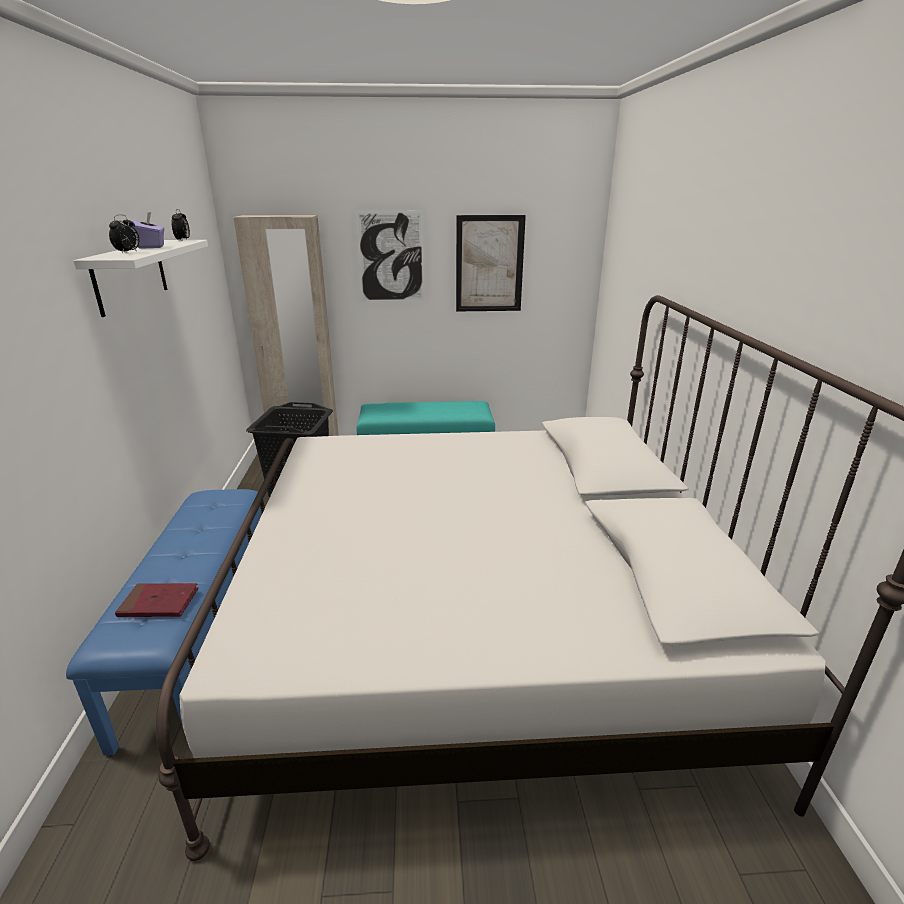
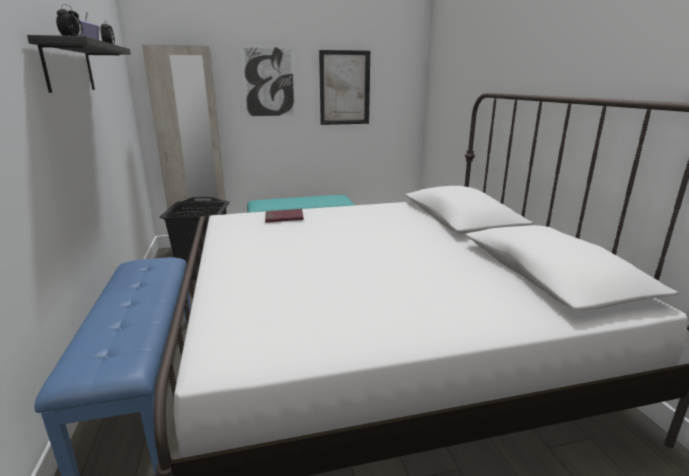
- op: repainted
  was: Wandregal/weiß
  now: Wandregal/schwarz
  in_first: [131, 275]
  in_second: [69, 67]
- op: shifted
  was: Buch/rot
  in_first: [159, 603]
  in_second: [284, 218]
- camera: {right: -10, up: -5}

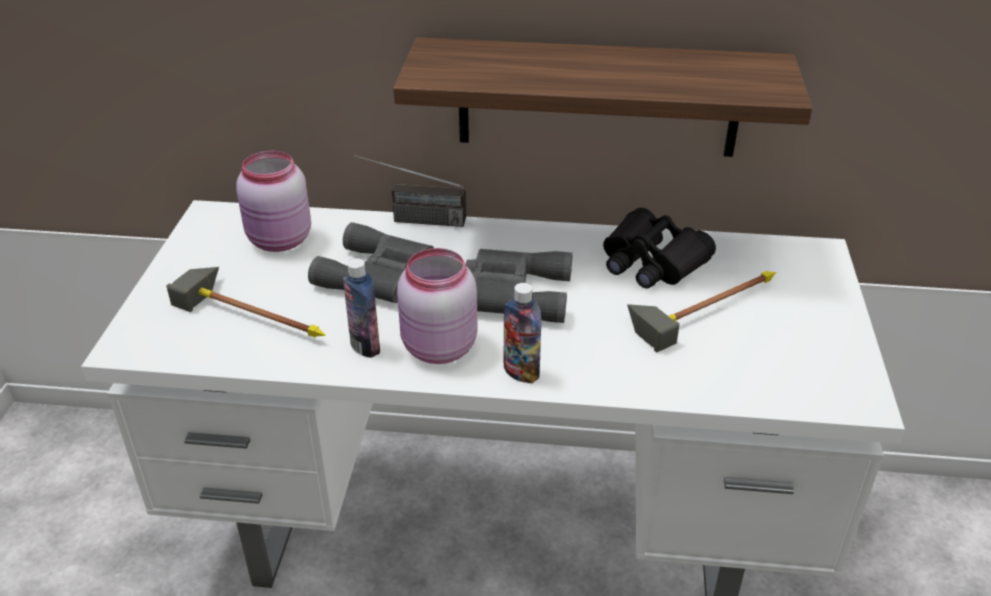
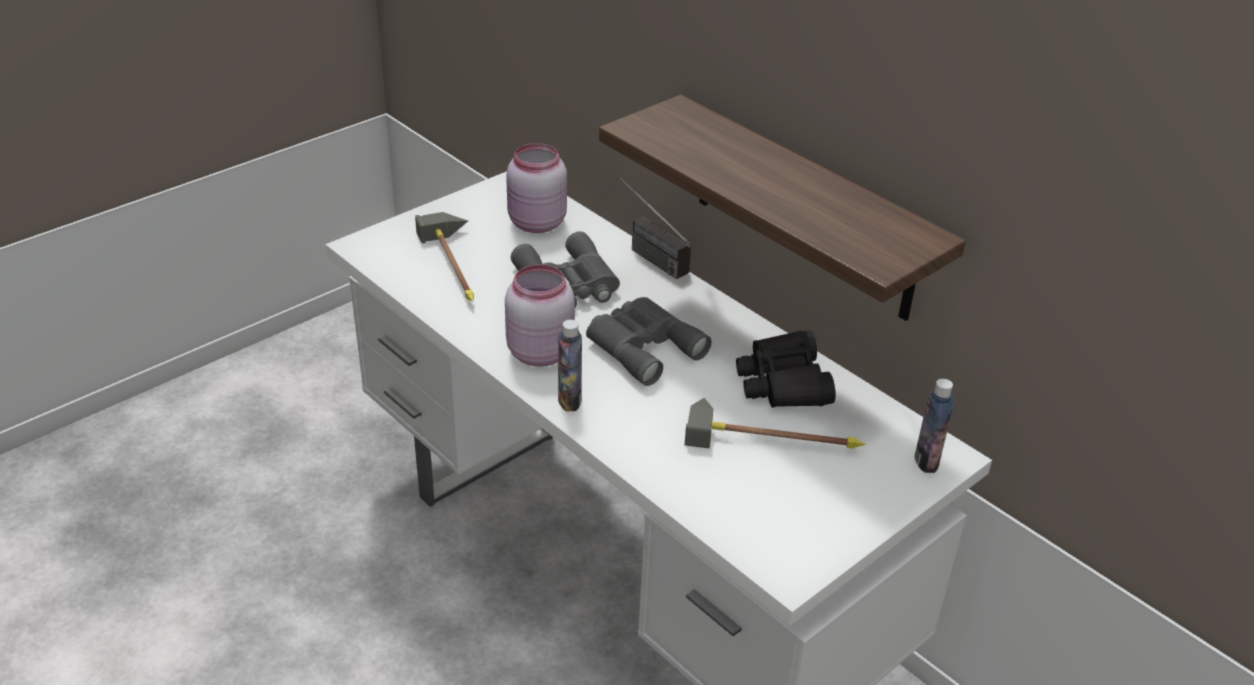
- op: shifted
  was: Flasche
  in_first: [365, 346]
  in_second: [926, 460]
- camera: {right: 40, up: 0}

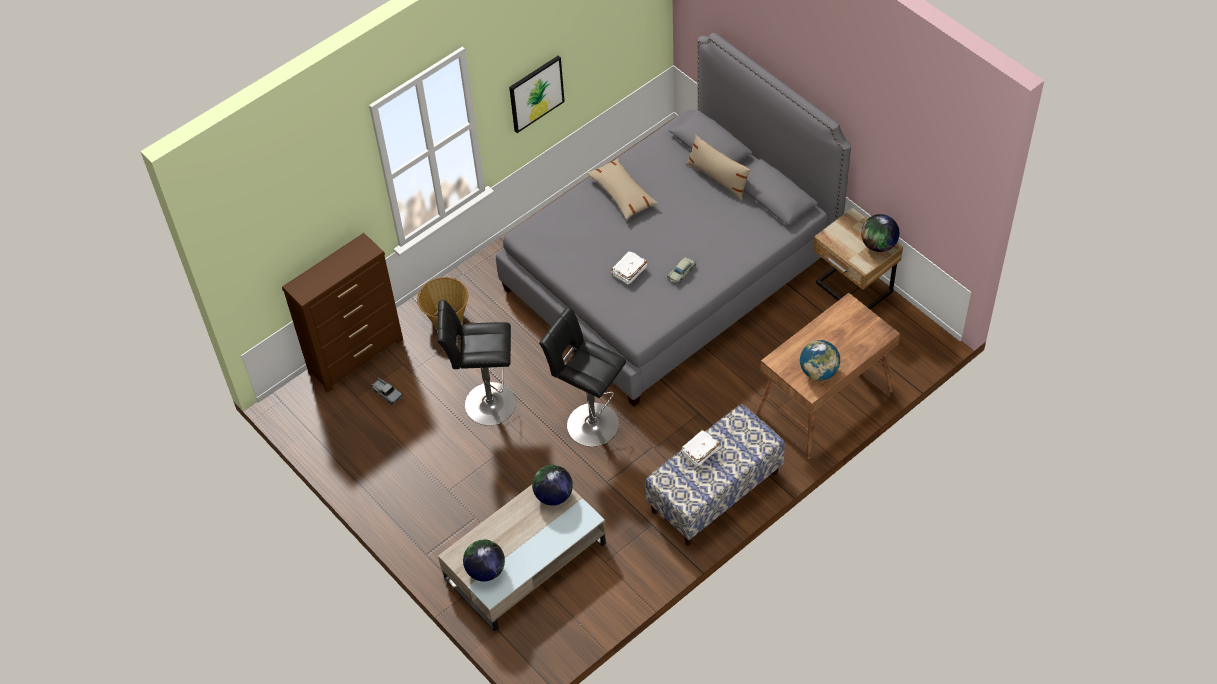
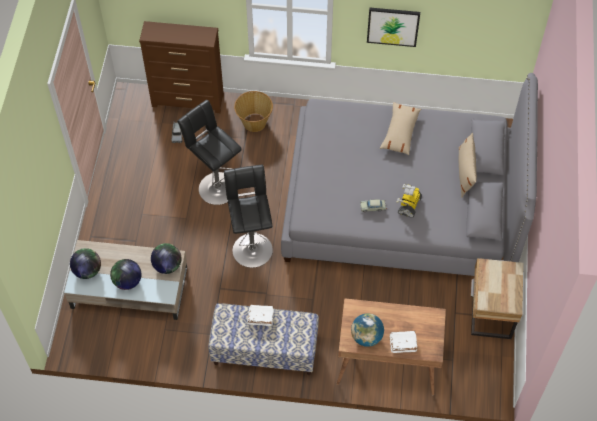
- op: shifted
  was: Globus
  in_first: [878, 245]
  in_second: [127, 281]
- op: shifted
  was: Buch/weiß
  in_first: [628, 272]
  in_second: [402, 344]
- op: new
  now: Spielzeugroboter
  in_second: [409, 205]
- camera: {right: 45, up: 5}

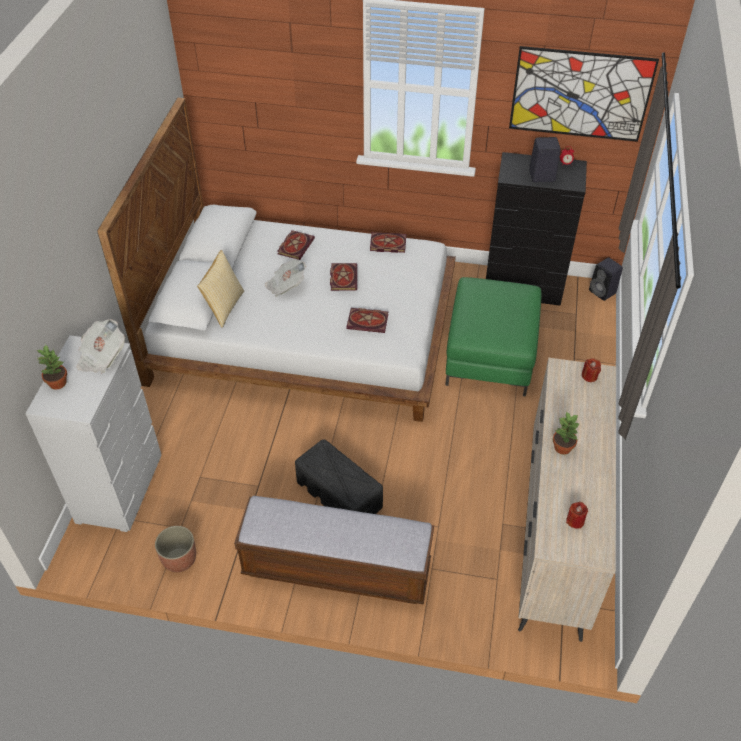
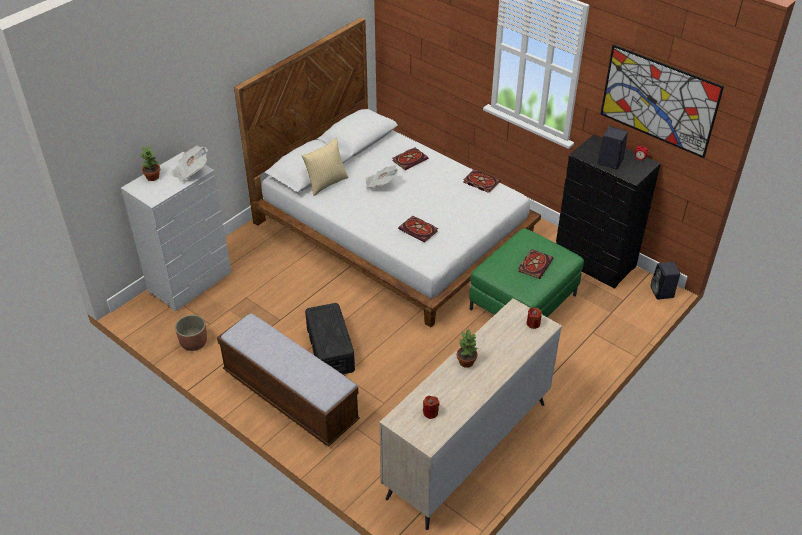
- op: shifted
  was: Buch
  in_first: [343, 277]
  in_second: [535, 264]
- camera: {right: 30, up: -5}

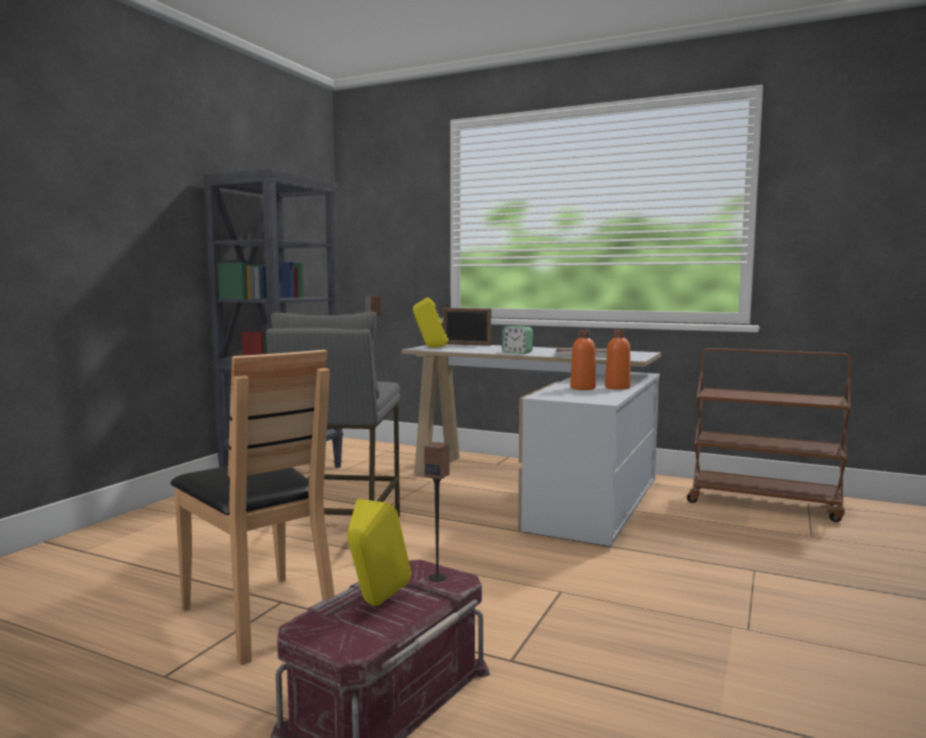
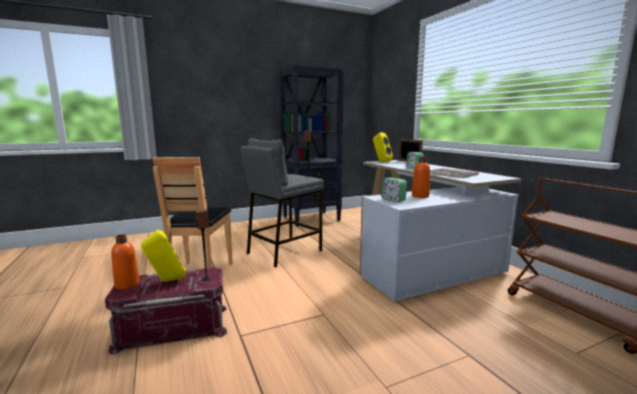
- op: shifted
  was: Flasche/orange
  in_first: [617, 387]
  in_second: [127, 284]
- op: new
  now: Wecker
  in_second: [393, 200]
- camera: {right: 40, up: 5}

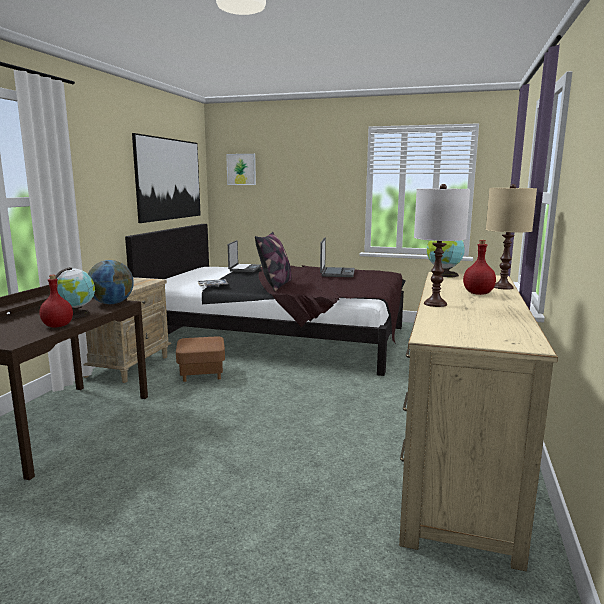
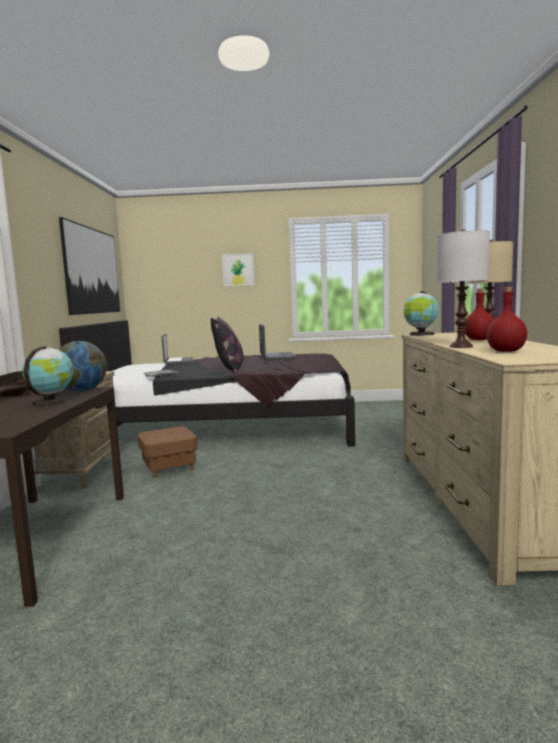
- op: shifted
  was: Bild
  in_first: [241, 169]
  in_second: [238, 269]
- op: shifted
  was: Flasche/rot
  in_first: [58, 326]
  in_second: [506, 351]
- camera: {right: -15, up: -5}

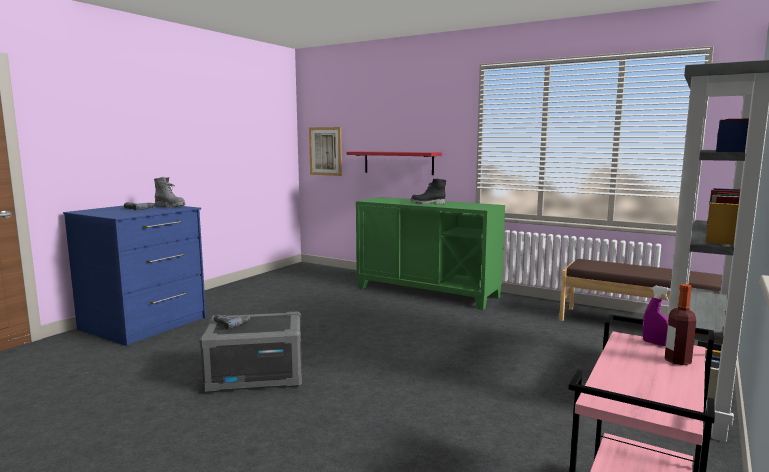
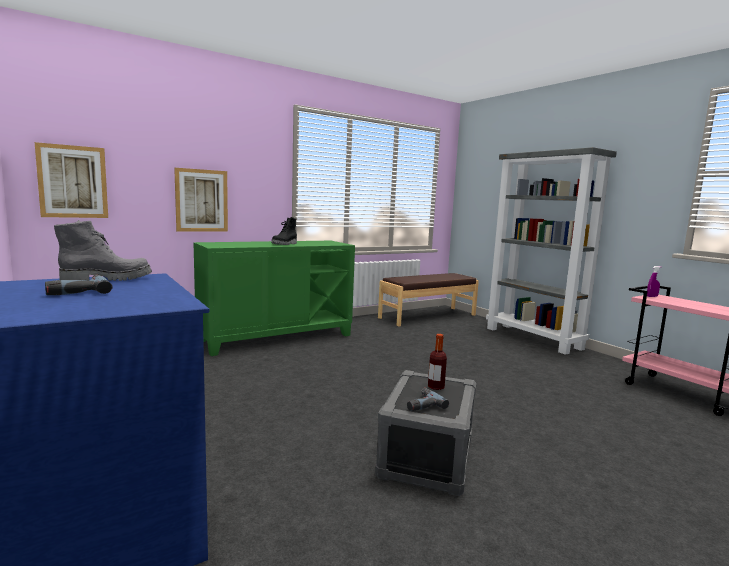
- op: swapped
  was: Wandregal/rot
  now: Bild
  in_first: [398, 162]
  in_second: [201, 200]
- op: shifted
  was: Flasche
  in_first: [677, 361]
  in_second: [436, 387]
- camera: {right: -65, up: 0}

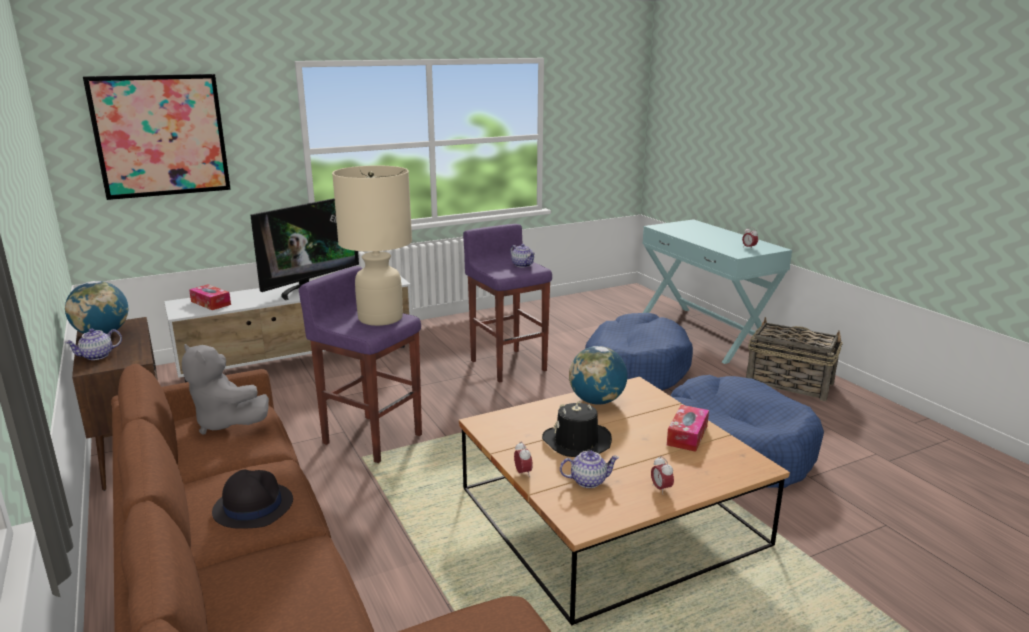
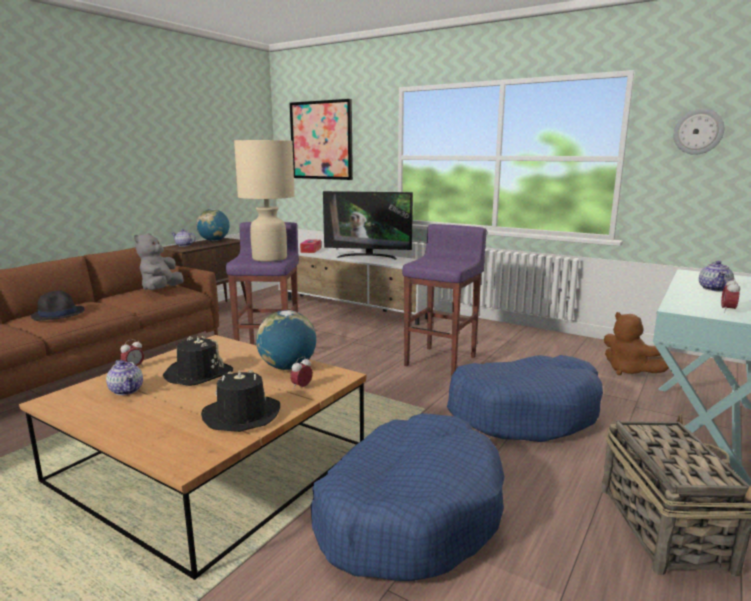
- op: shifted
  was: Teekanne
  in_first: [523, 265]
  in_second: [714, 289]
- op: swapped
  was: Taschentuchbox
  now: Hut/schwarz
  in_first: [687, 435]
  in_second: [241, 415]
- op: shifted
  was: Wecker
  in_first: [661, 489]
  in_second: [301, 387]
- op: new
  now: Wanduhr
  in_second: [698, 131]
- op: new
  now: Plüschtier/braun
  in_second: [628, 371]
- camera: {right: 60, up: -5}

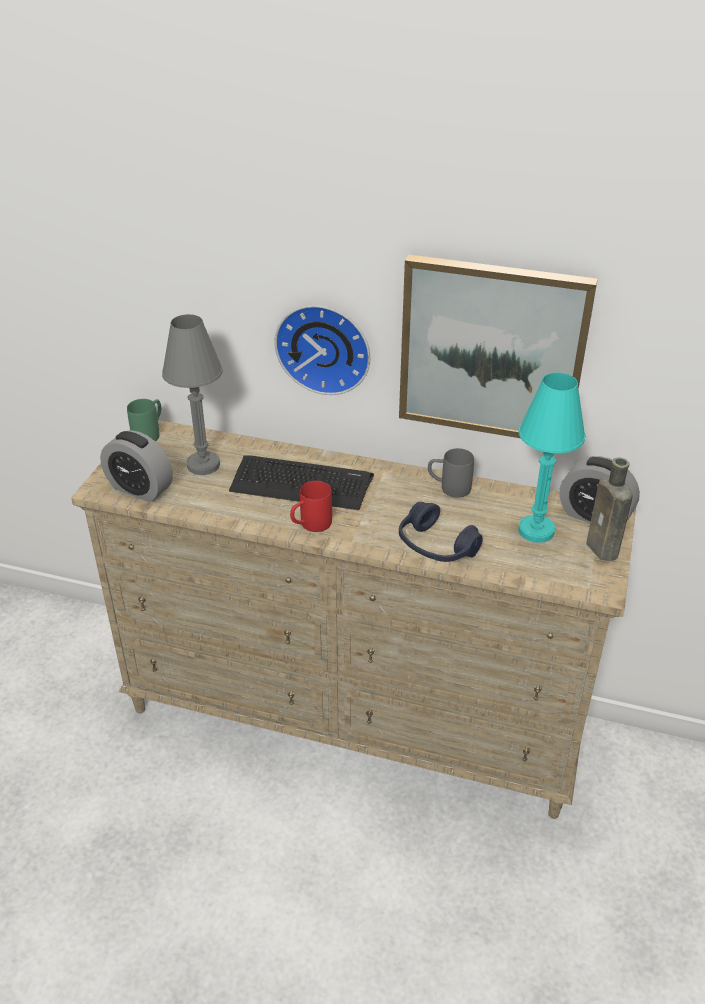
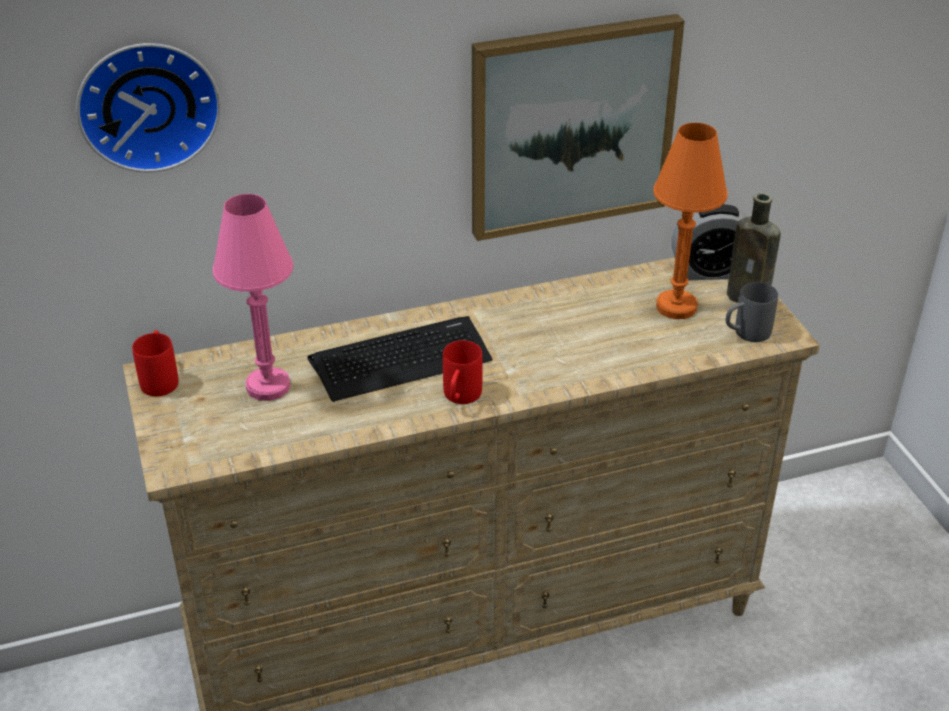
- op: shifted
  was: Wanduhr
  in_first: [324, 347]
  in_second: [148, 104]
- op: repainted
  was: Tischlampe/grau
  now: Tischlampe/rosa
  in_first: [203, 465]
  in_second: [268, 386]
- op: repainted
  was: Tischlampe/türkis
  now: Tischlampe/orange
  in_first: [536, 531]
  in_second: [676, 307]
- op: repainted
  was: Henkelbecher/grün
  now: Henkelbecher/rot
  in_first: [150, 433]
  in_second: [160, 378]
- op: gone
  was: Wecker
  in_first: [140, 489]
- op: shifted
  was: Henkelbecher/grau
  in_first: [448, 488]
  in_second: [745, 334]
- op: gone
  was: Kopfhörer/blau
  in_first: [436, 546]
- camera: {right: -35, up: 0}

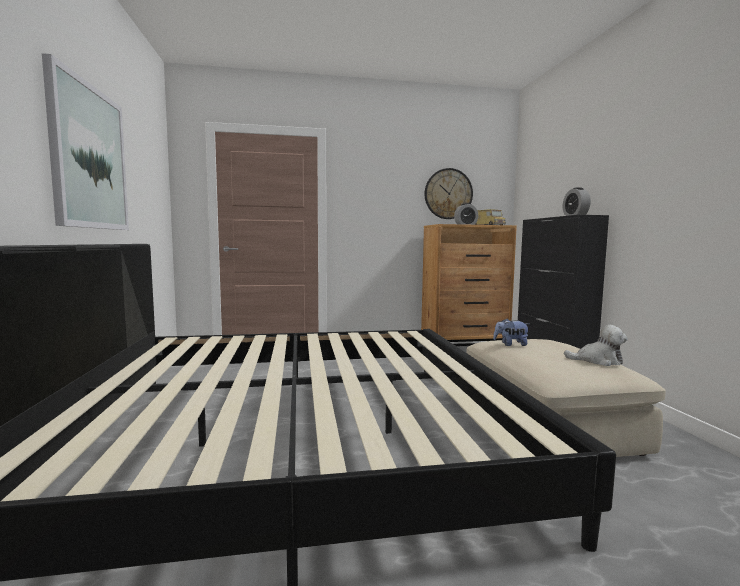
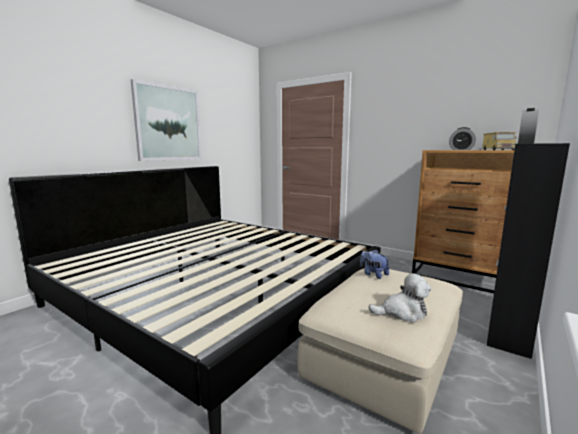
- op: gone
  was: Wanduhr
  in_first: [448, 194]
- op: rotated
  was: Plüschtier
  in_first: [598, 361]
  in_second: [402, 312]
  clockwise: -60
- camera: {right: 45, up: 5}

